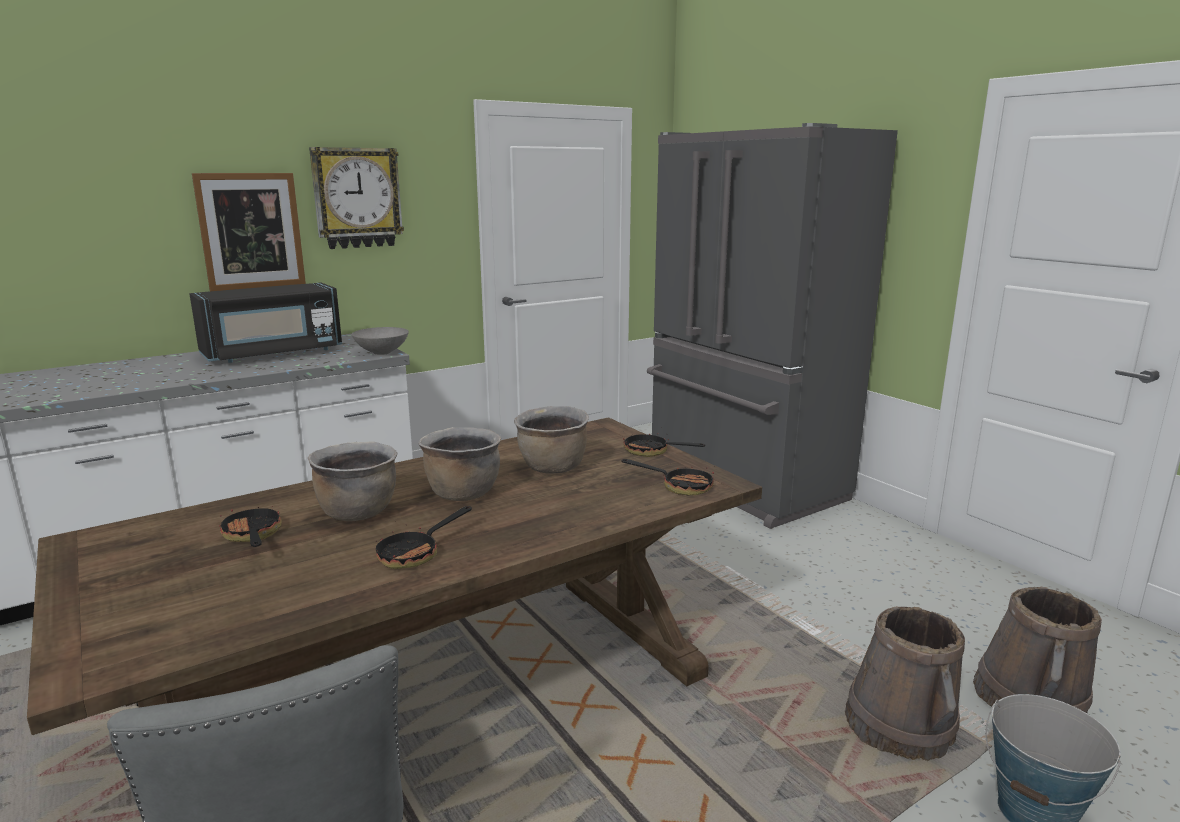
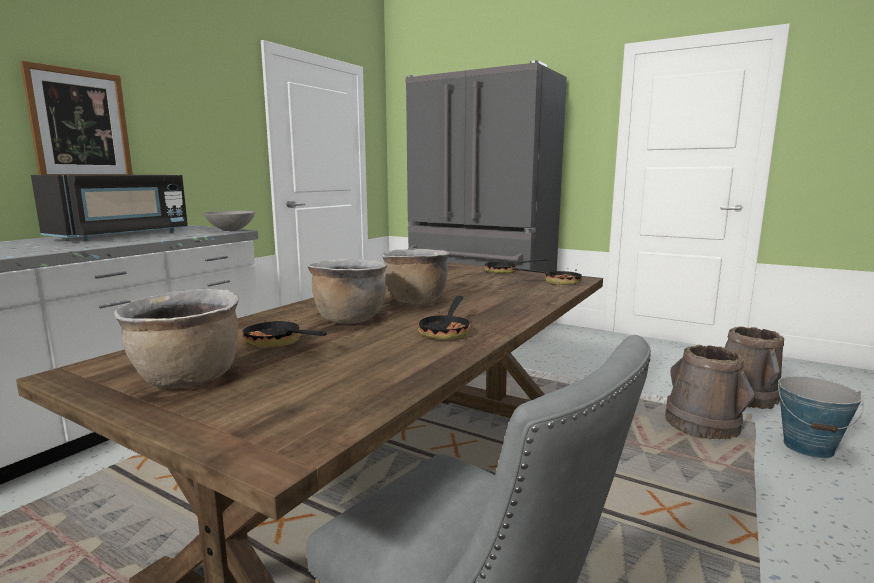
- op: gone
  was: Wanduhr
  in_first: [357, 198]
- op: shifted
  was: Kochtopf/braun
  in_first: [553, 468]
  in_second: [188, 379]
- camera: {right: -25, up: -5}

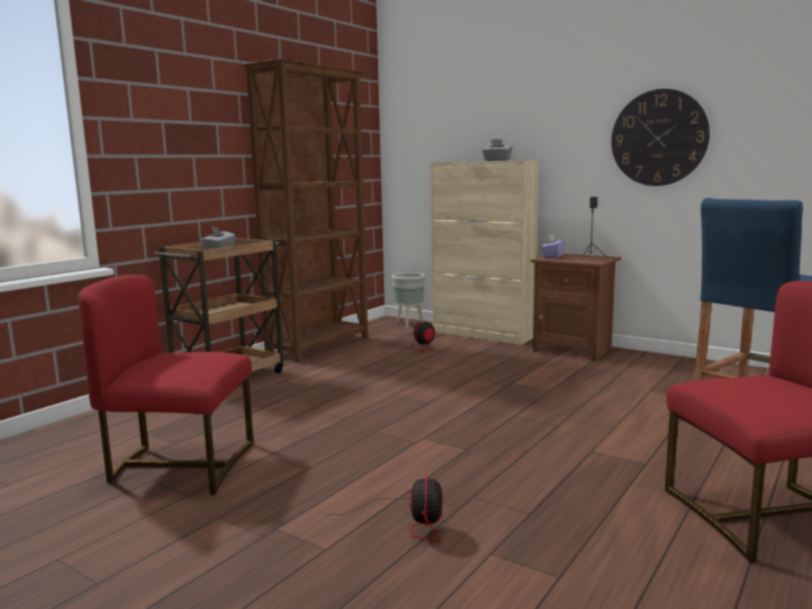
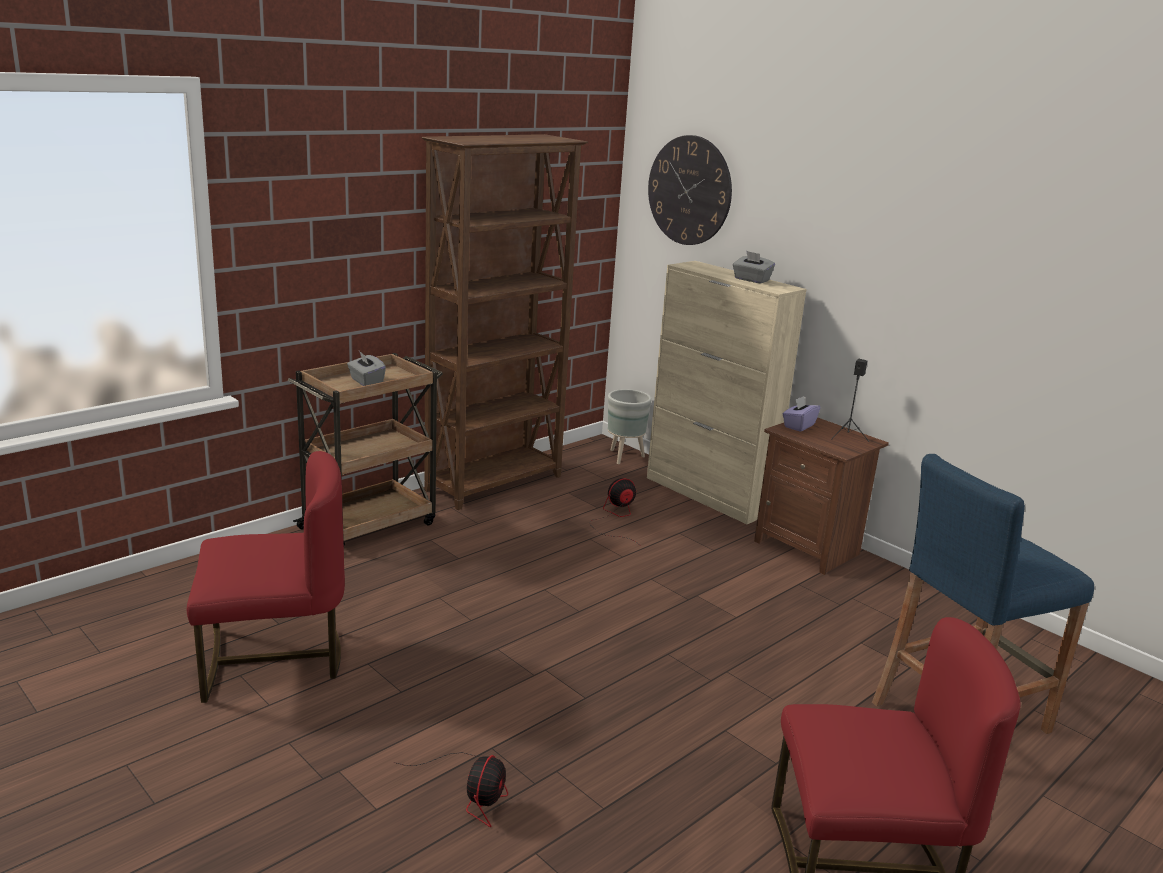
- op: shifted
  was: Wanduhr
  in_first: [659, 138]
  in_second: [689, 190]
- op: rotated
  was: Stuhl/rot
  in_first: [180, 466]
  in_second: [273, 659]
  clockwise: 150
- camera: {right: 10, up: 10}

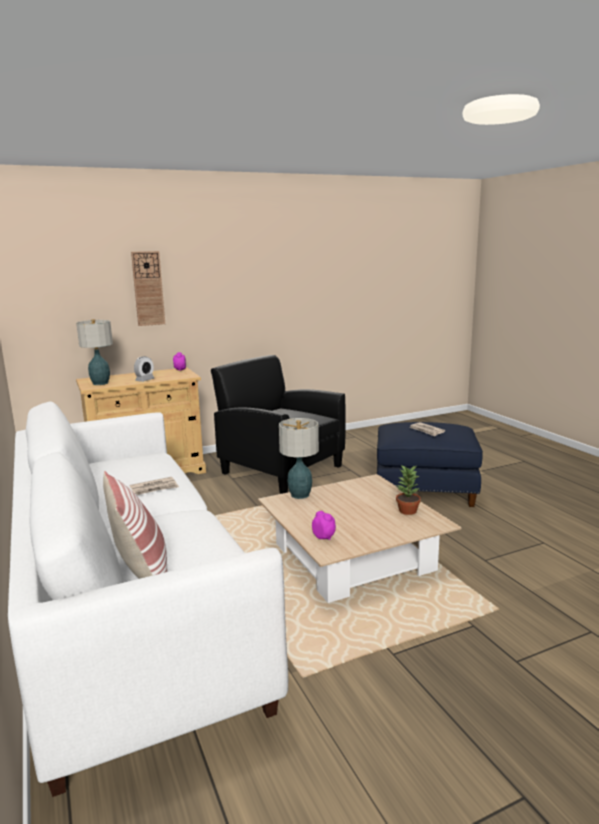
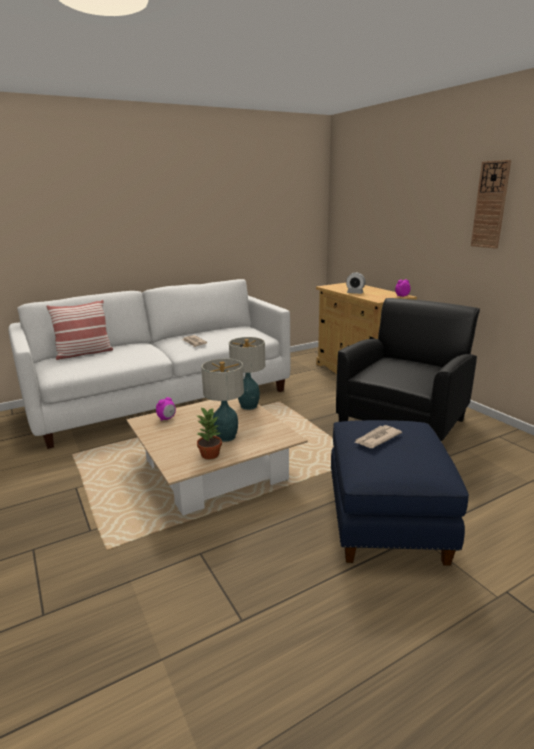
- op: shifted
  was: Wanduhr
  in_first: [148, 288]
  in_second: [490, 205]
- op: shifted
  was: Tischlampe
  in_first: [100, 383]
  in_second: [226, 437]
- camera: {right: 85, up: 5}

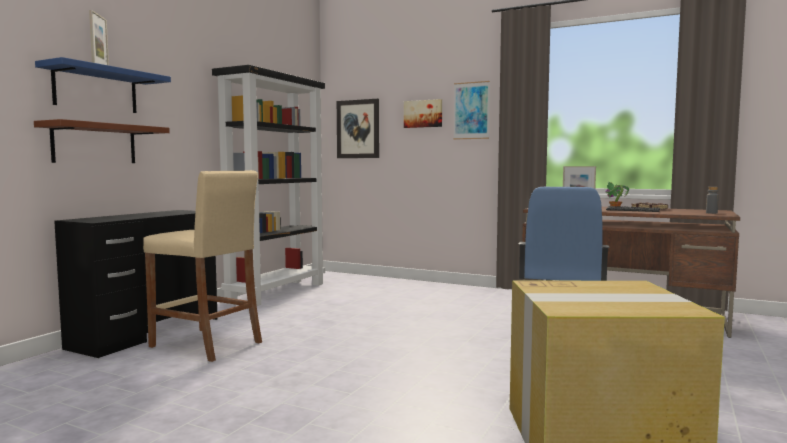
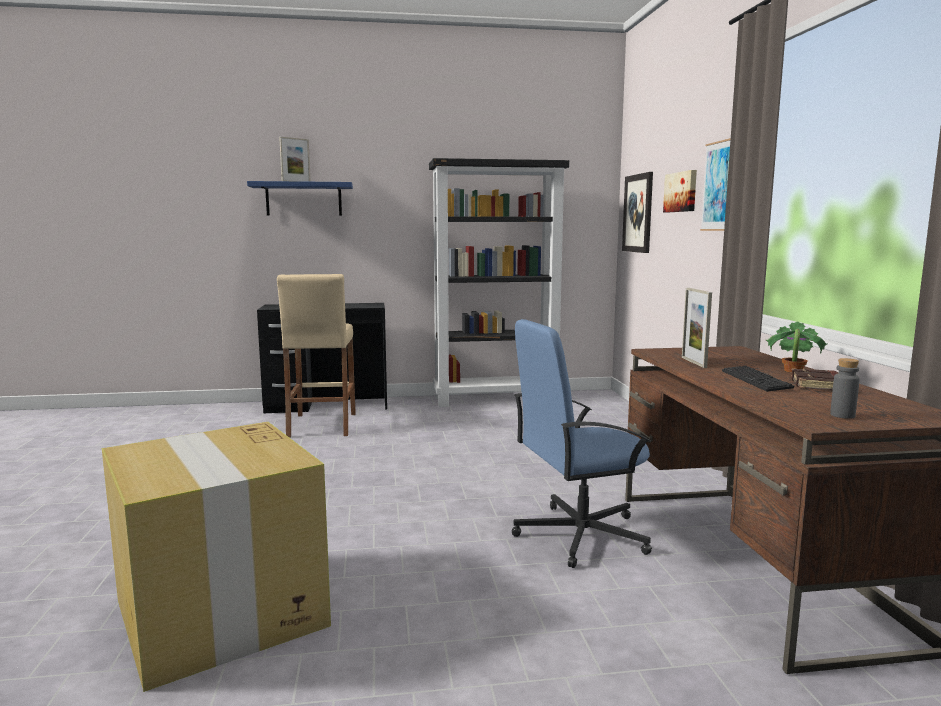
- op: gone
  was: Wandregal/braun
  in_first: [94, 144]
- camera: {right: 55, up: 5}

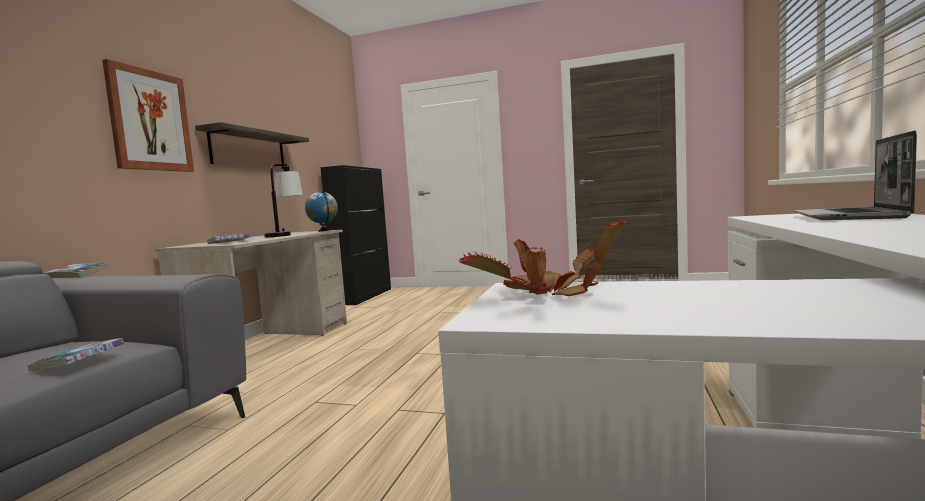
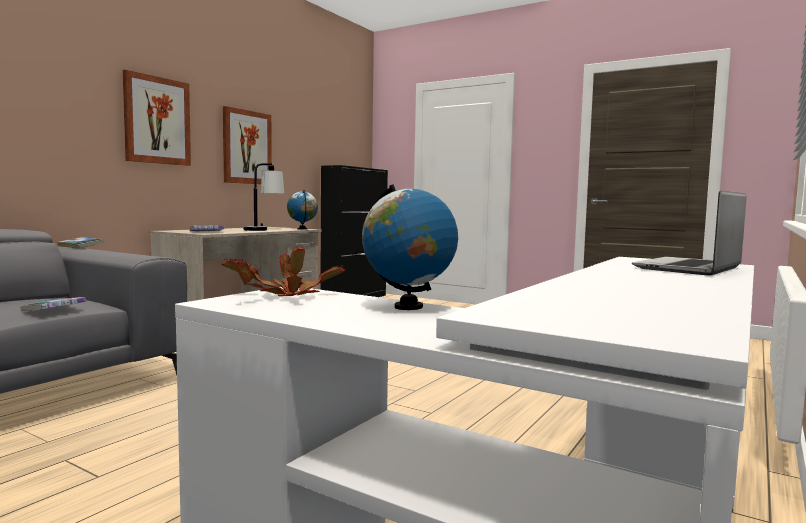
- op: swapped
  was: Wandregal
  now: Bild
  in_first: [249, 150]
  in_second: [246, 147]
- op: new
  now: Globus
  in_second: [408, 307]
- camera: {right: 15, up: 0}

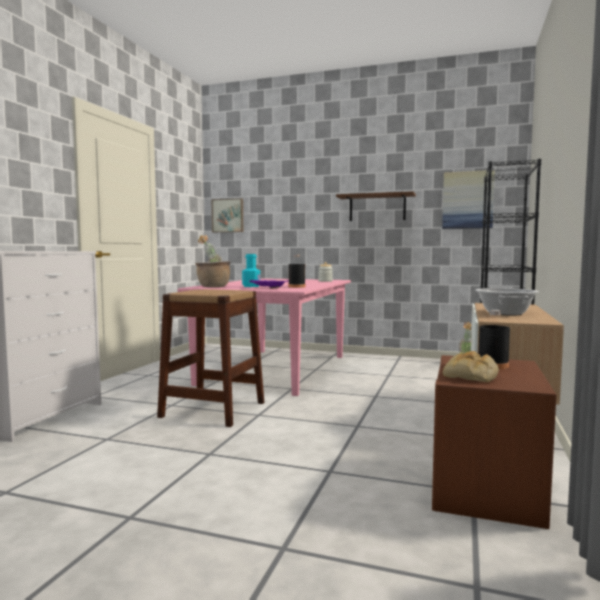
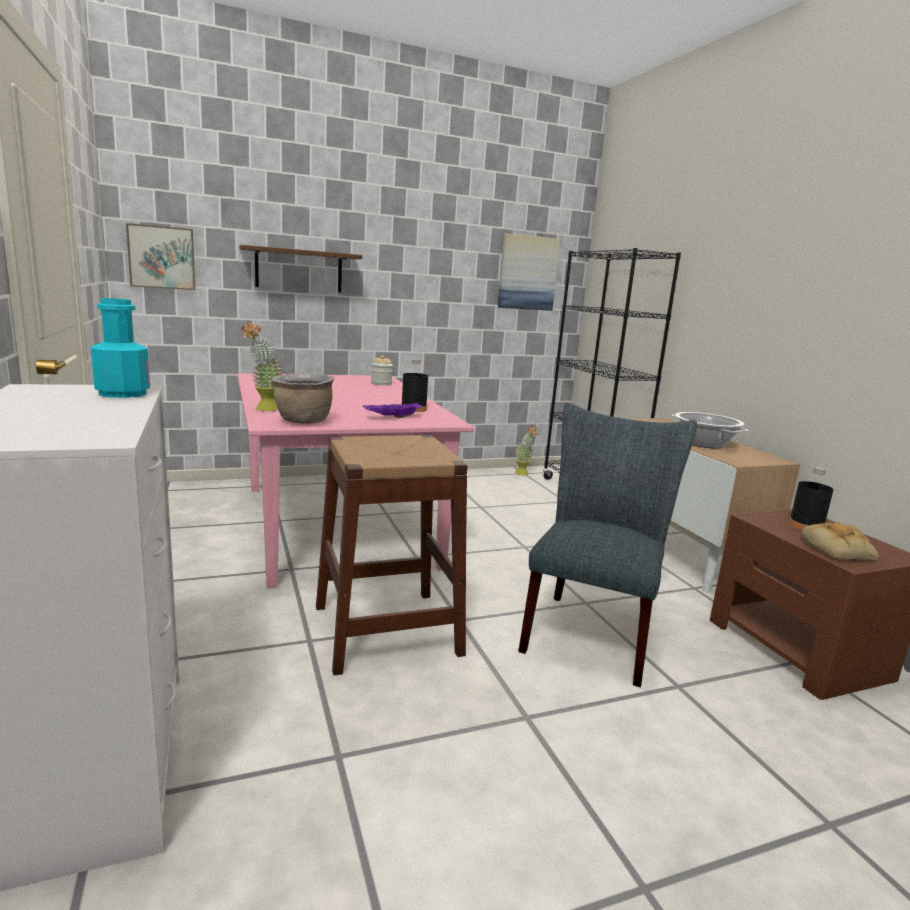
- op: shifted
  was: Wandregal/braun
  in_first: [377, 207]
  in_second: [299, 270]
- op: shifted
  was: Flasche/türkis
  in_first: [251, 286]
  in_second: [122, 393]
- op: new
  now: Stuhl/grau
  in_second: [591, 631]
- camera: {right: -40, up: 10}

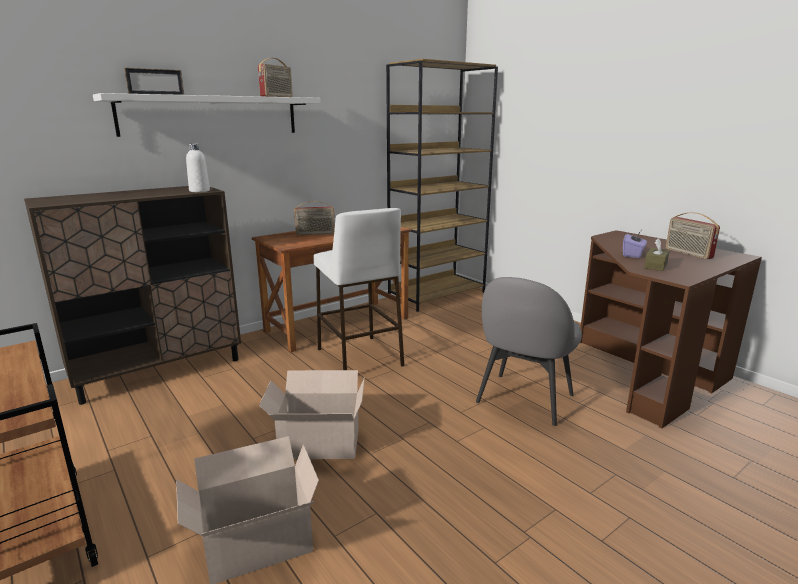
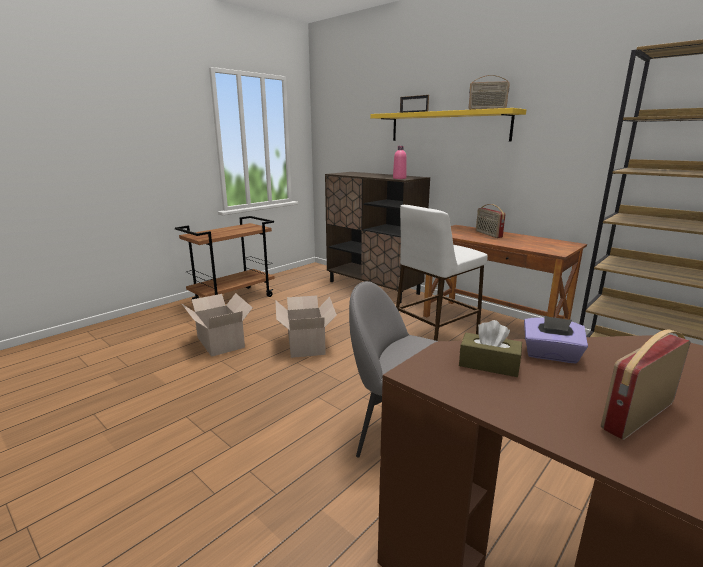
- op: repainted
  was: Wandregal/weiß
  now: Wandregal/gelb
  in_first: [212, 115]
  in_second: [447, 126]
- op: repainted
  was: Flasche/weiß
  now: Flasche/rosa
  in_first: [199, 191]
  in_second: [399, 178]
- camera: {right: 80, up: 0}

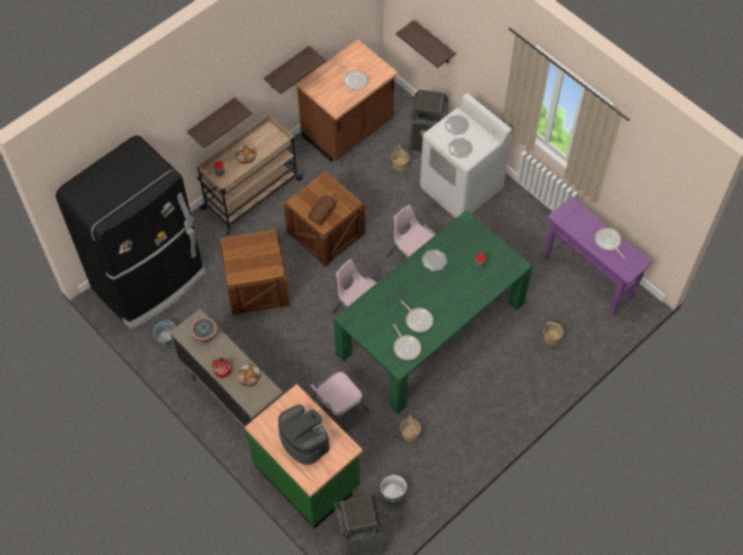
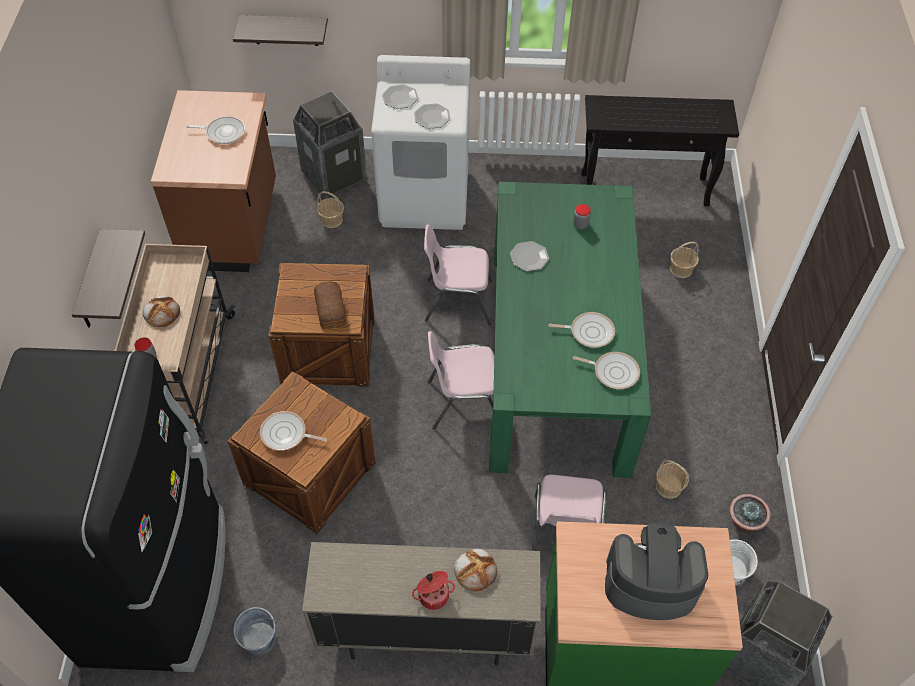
- op: gone
  was: Wandregal
  in_first: [287, 69]
- op: repainted
  was: Konsolentisch/lila
  now: Konsolentisch/schwarz
  in_first: [588, 278]
  in_second: [645, 189]
- op: shifted
  was: Pfanne
  in_first: [608, 242]
  in_second: [286, 434]
- op: shifted
  was: Topfpflanze
  in_first: [205, 336]
  in_second: [744, 522]
- camera: {right: -45, up: -5}

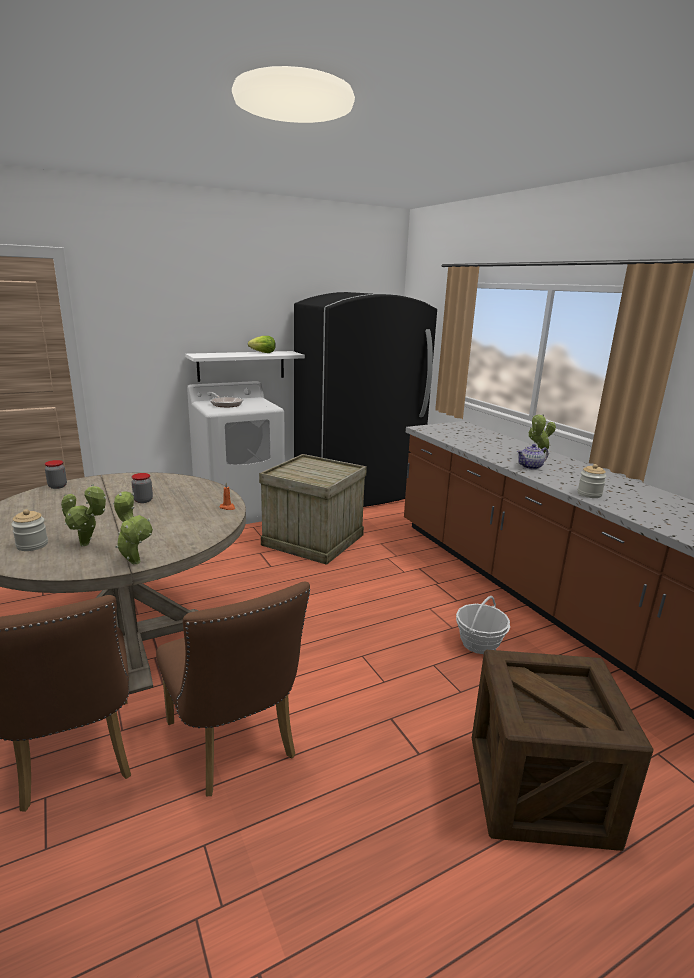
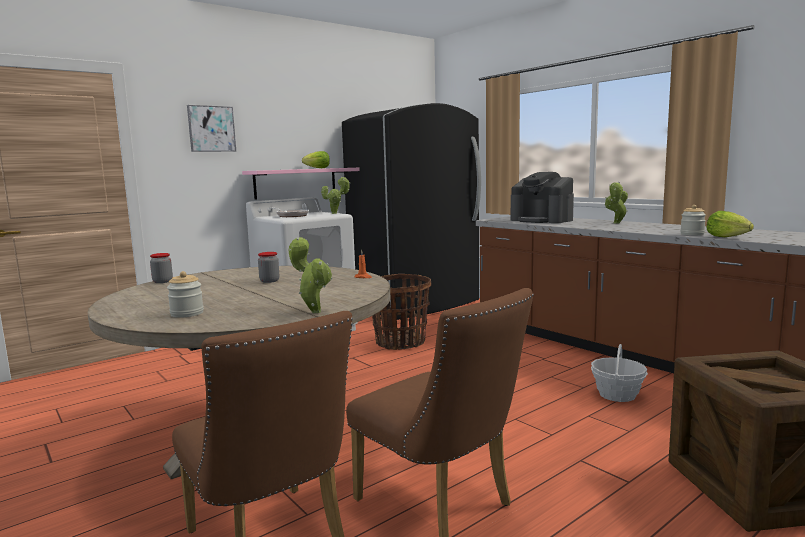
- op: repainted
  was: Wandregal/weiß
  now: Wandregal/rosa
  in_first: [241, 365]
  in_second: [295, 183]
- op: gone
  was: Teekanne
  in_first: [531, 467]
- op: swapped
  was: Kiste
  now: Korb
  in_first: [313, 540]
  in_second: [400, 343]
- op: shifted
  was: Topfpflanze
  in_first: [87, 545]
  in_second: [336, 213]
- op: new
  now: Bild
  in_second: [211, 129]
- op: new
  now: Kaffeemaschine
  in_second: [542, 220]
- op: new
  now: Salatkopf
  in_second: [726, 237]
- camera: {right: -10, up: -10}

